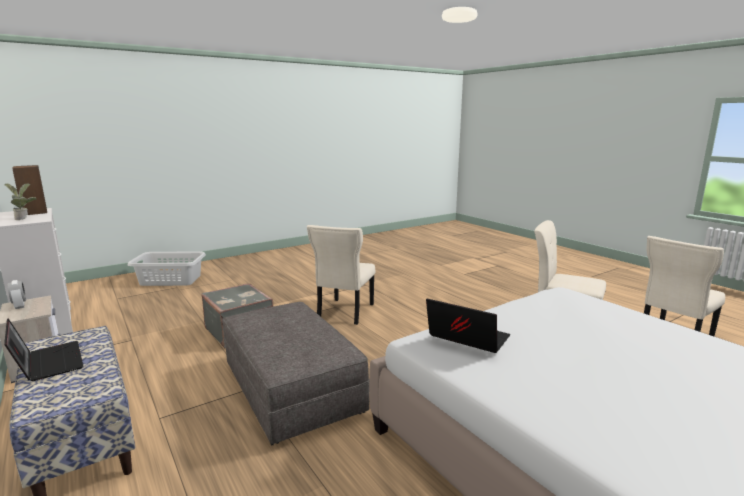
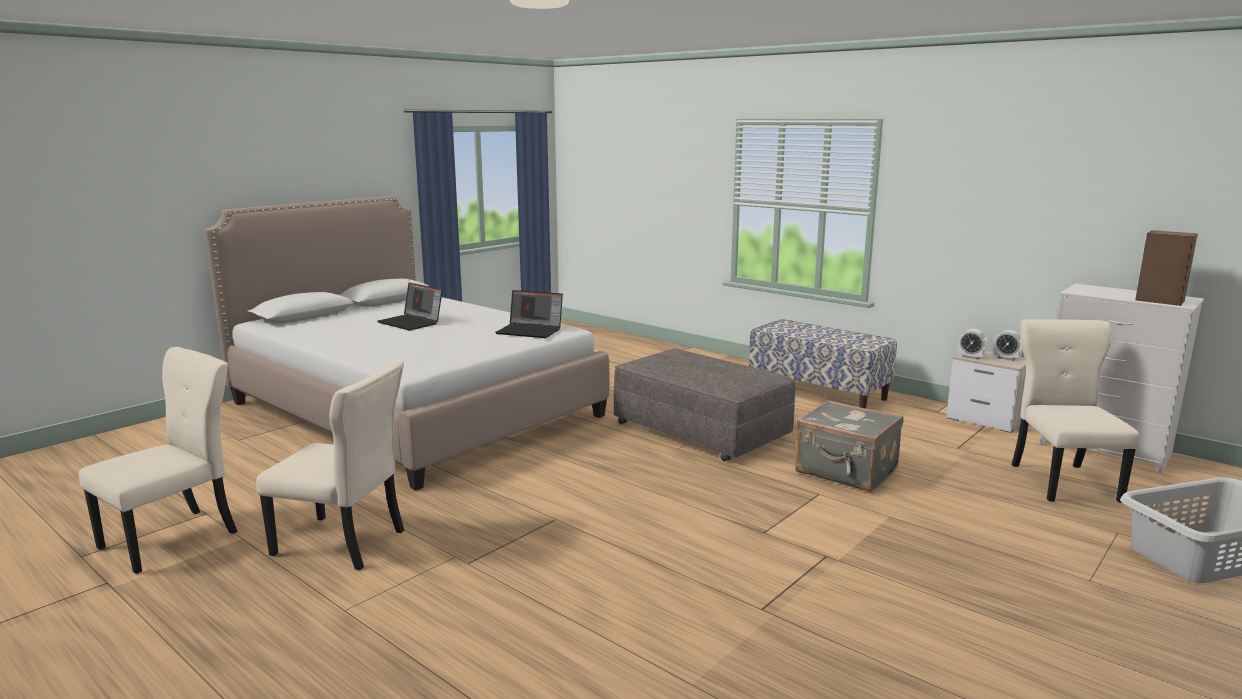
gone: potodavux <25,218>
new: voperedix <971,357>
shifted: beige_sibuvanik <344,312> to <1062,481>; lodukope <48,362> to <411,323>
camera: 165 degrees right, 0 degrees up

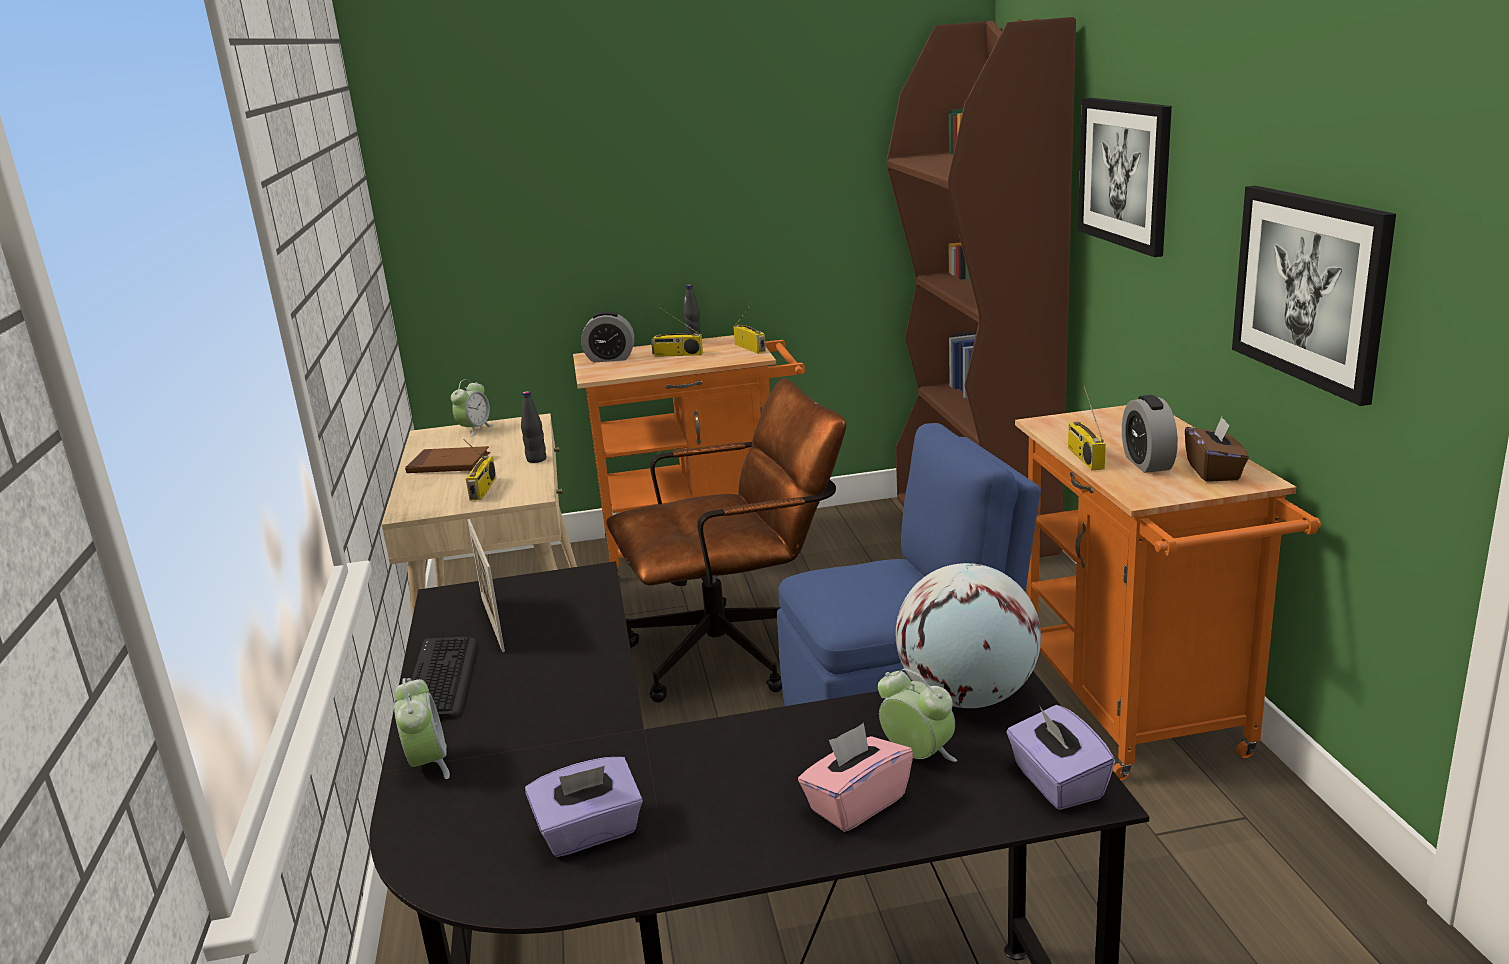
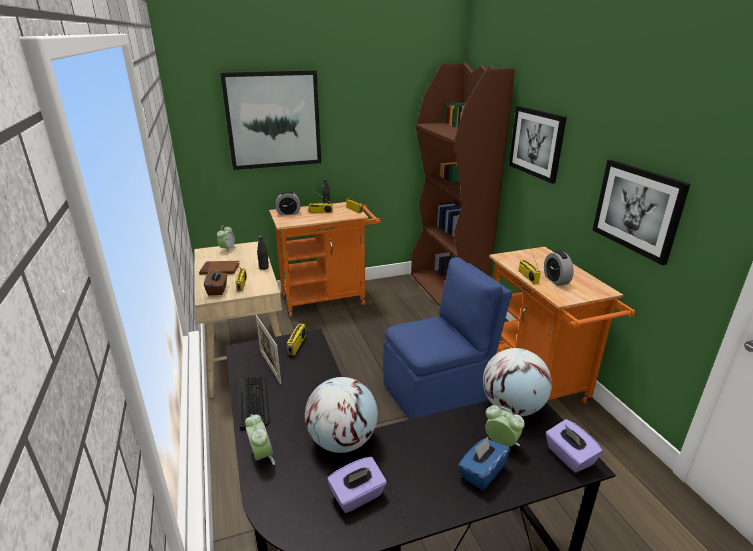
gone: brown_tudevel <737,651>
new: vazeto <273,120>; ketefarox <297,345>; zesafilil <342,441>
shifted: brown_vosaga <1214,471> to <218,290>
repainted: pink_vosaga <856,803> to blue_vosaga <482,472>
camera: 10 degrees left, 5 degrees up

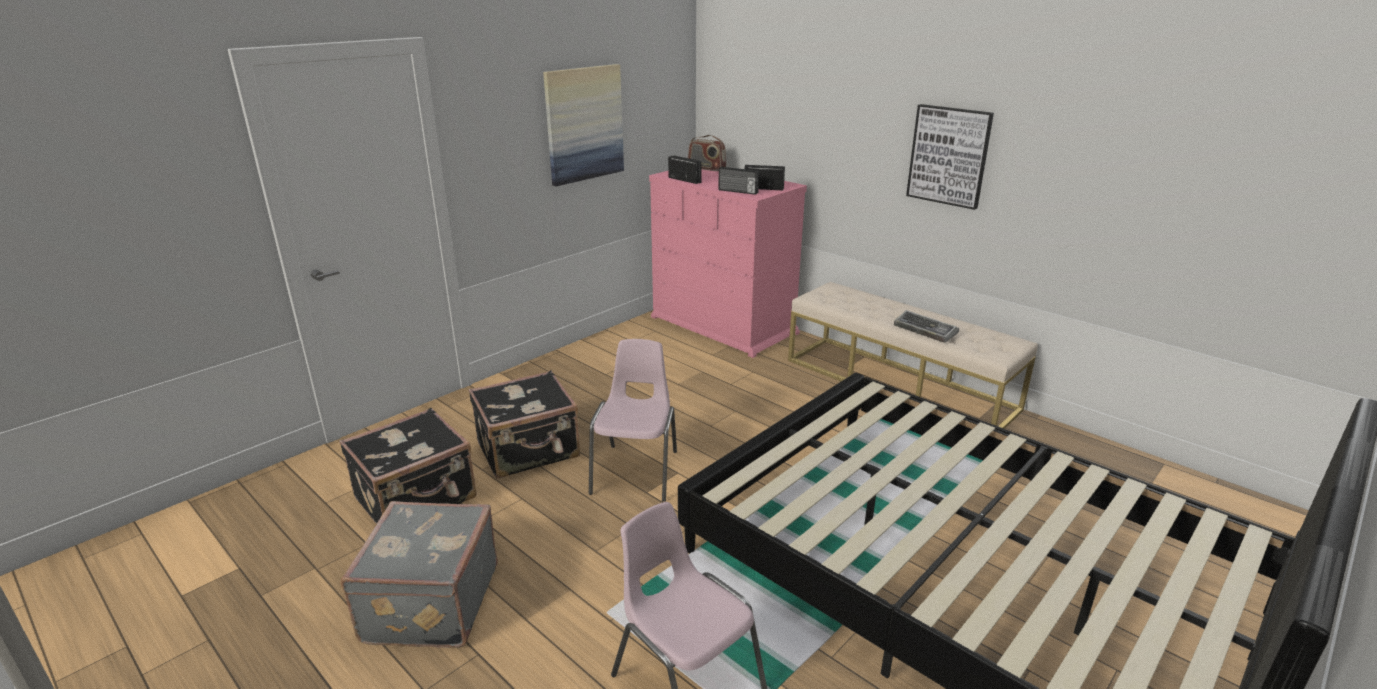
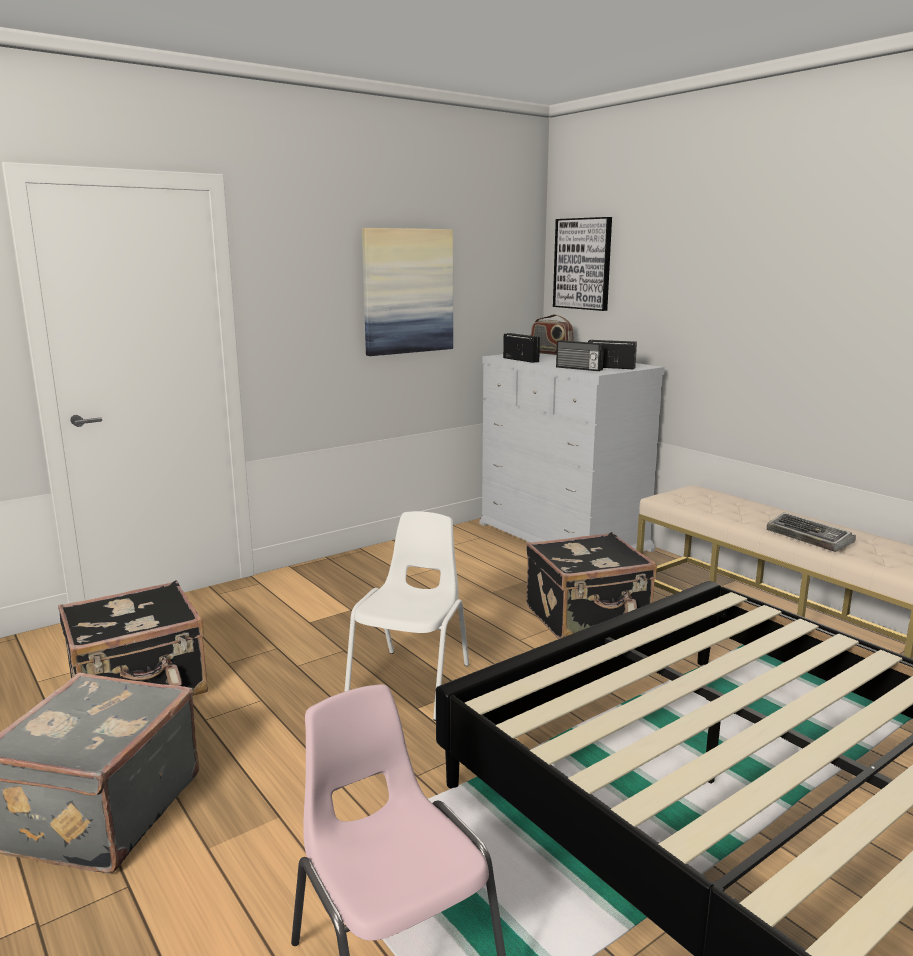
shifted: vazeto <949,156> to <583,264>; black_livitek <529,450> to <588,618>
repainted: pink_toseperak <723,325> to white_toseperak <563,536>; pink_sibuvanik <636,471> to white_sibuvanik <412,683>
camera: 10 degrees right, 10 degrees down

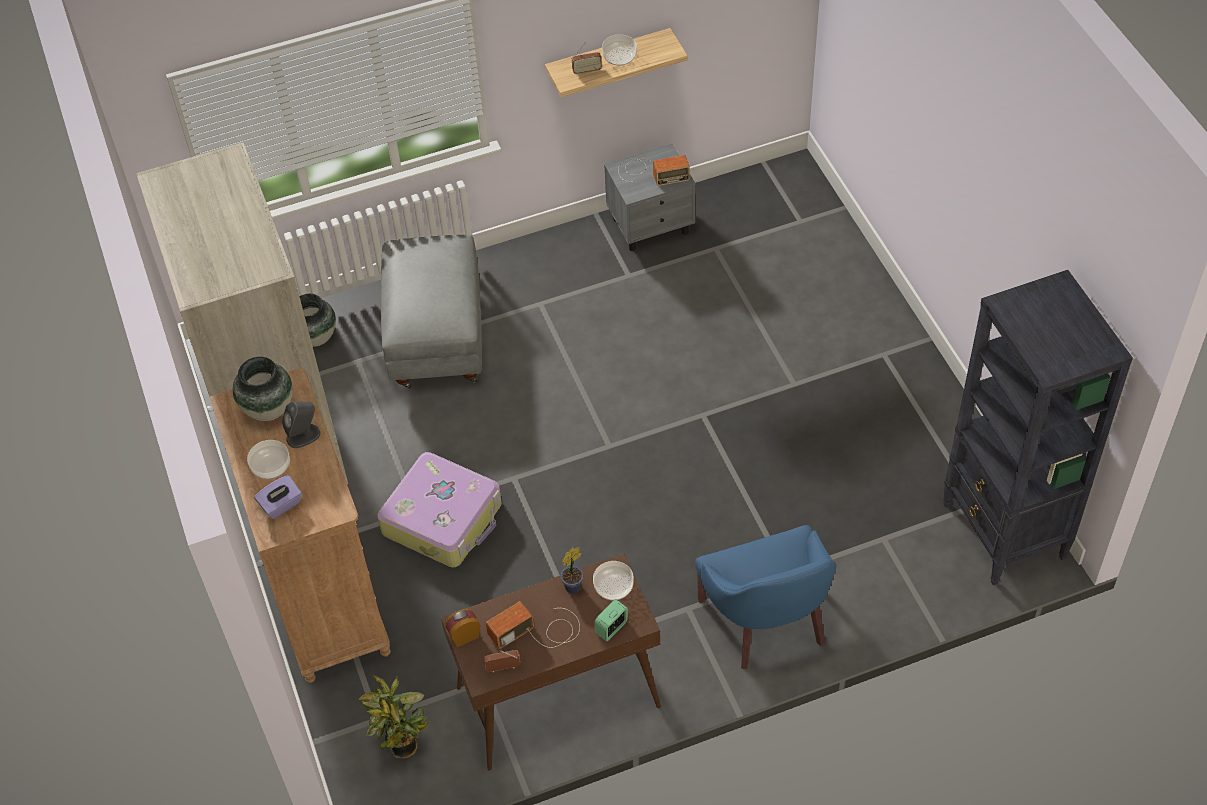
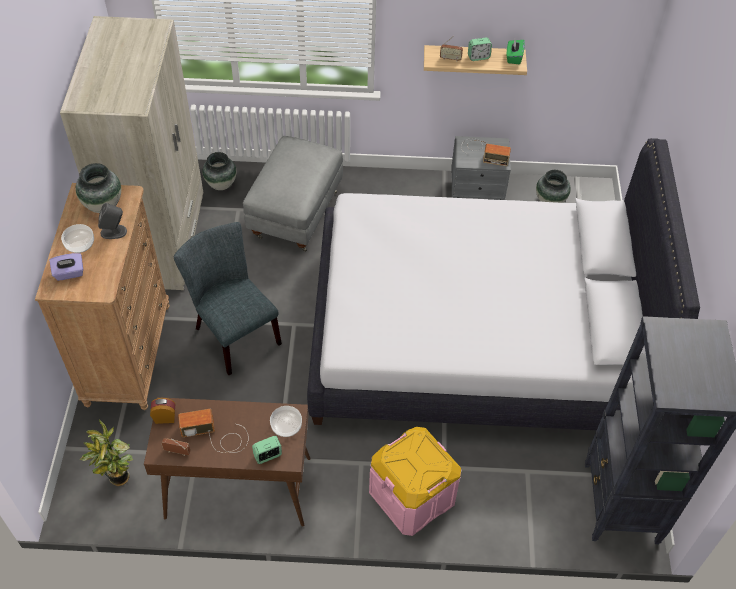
gone: potodavux <575,586>
new: green_vosaga <514,57>; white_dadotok <474,337>; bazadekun <550,201>
swapped: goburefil <619,57> to voperedix <478,57>; livitek <444,519> to grey_sibuvanik <233,333>; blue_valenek <767,621> to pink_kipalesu <412,496>
camera: 20 degrees right, 0 degrees up

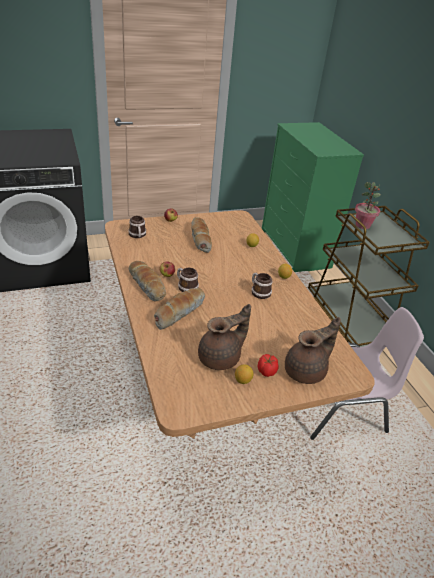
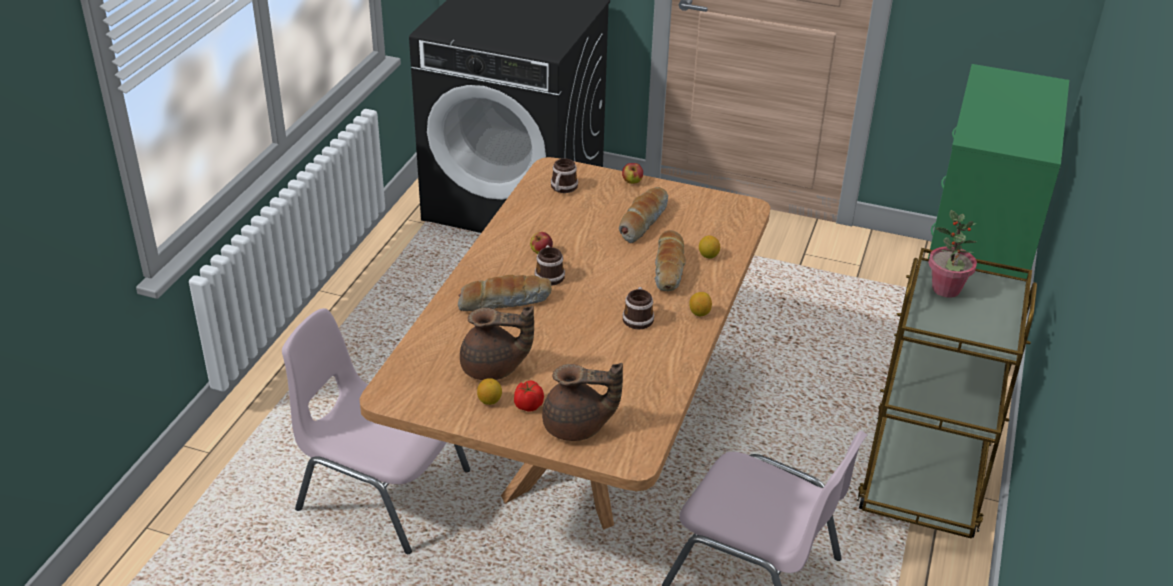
new: pink_sibuvanik <381,490>
shifted: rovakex <148,286> to <669,269>
camera: 40 degrees right, 0 degrees up

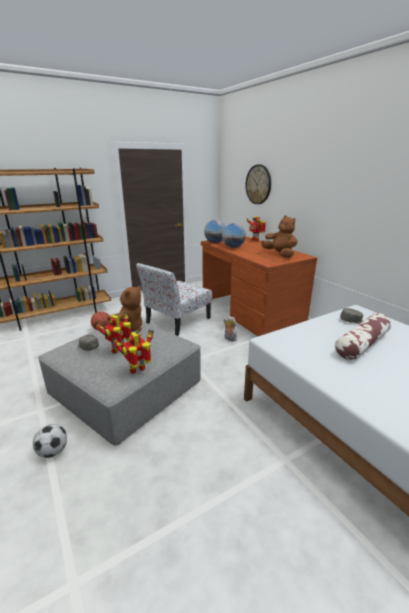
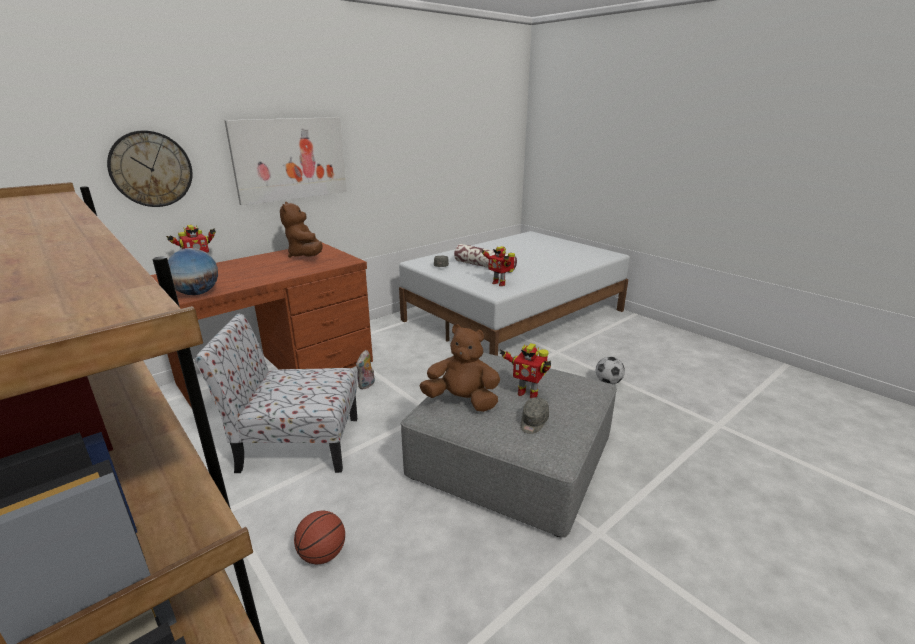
gone: zesafilil <233,247>
new: vazeto <290,159>
shifted: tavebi <138,370> to <499,283>; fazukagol <53,451> to <608,382>
rotated: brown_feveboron <279,254> = <306,256> 60 degrees counterclockwise; sibuvanik <177,321> = <296,444> 150 degrees clockwise
camera: 100 degrees left, 0 degrees up

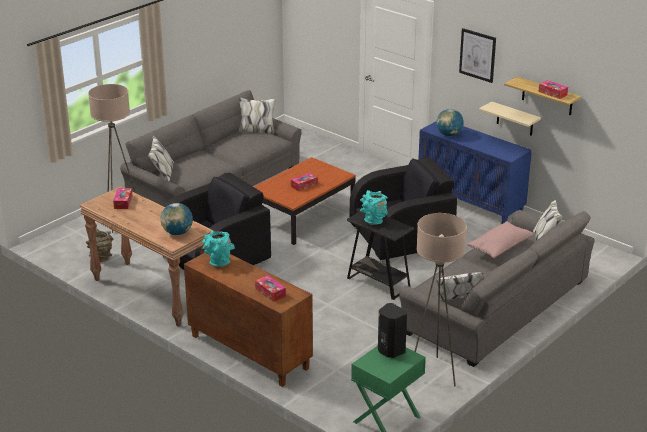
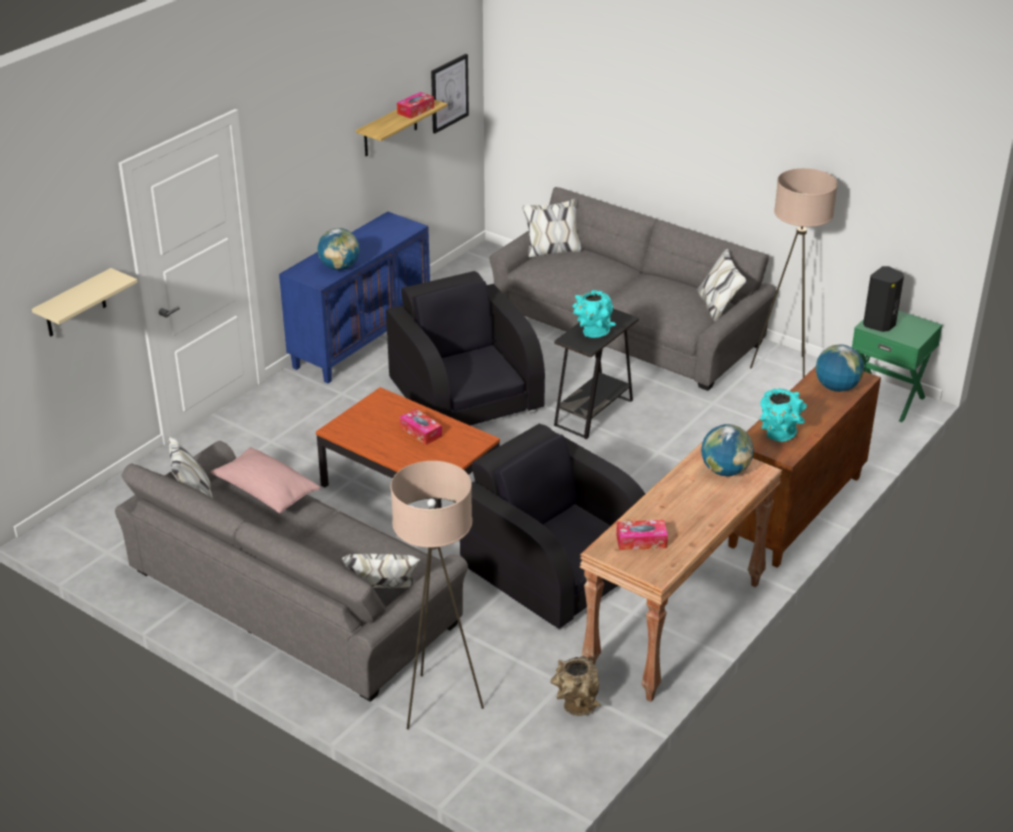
shifted: vazeto <477,55> to <449,93>; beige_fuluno <515,119> to <75,304>; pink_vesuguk <499,247> to <266,492>
swapped: vosaga <270,292> to zesafilil <836,387>
camera: 95 degrees left, 5 degrees up

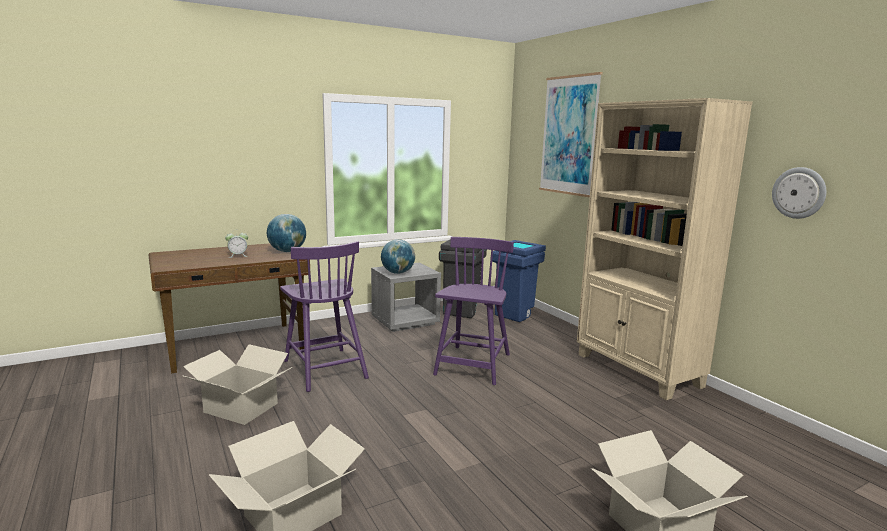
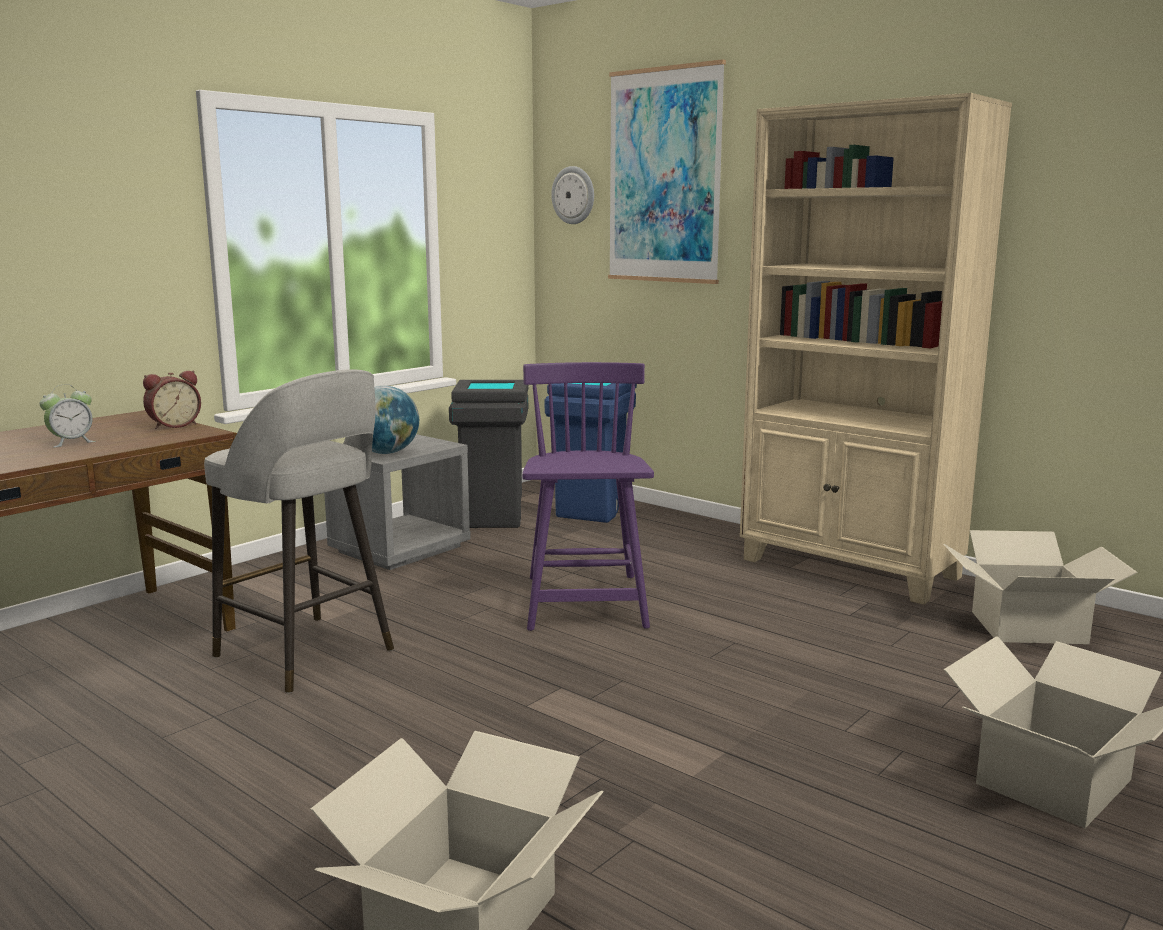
shifted: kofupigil <799,193> to <573,195>; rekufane <241,407> to <1027,627>
swapped: zesafilil <287,251> to voperedix <173,425>; purple_sibuvanik <324,368> to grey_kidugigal <307,654>
camera: 20 degrees left, 0 degrees up

